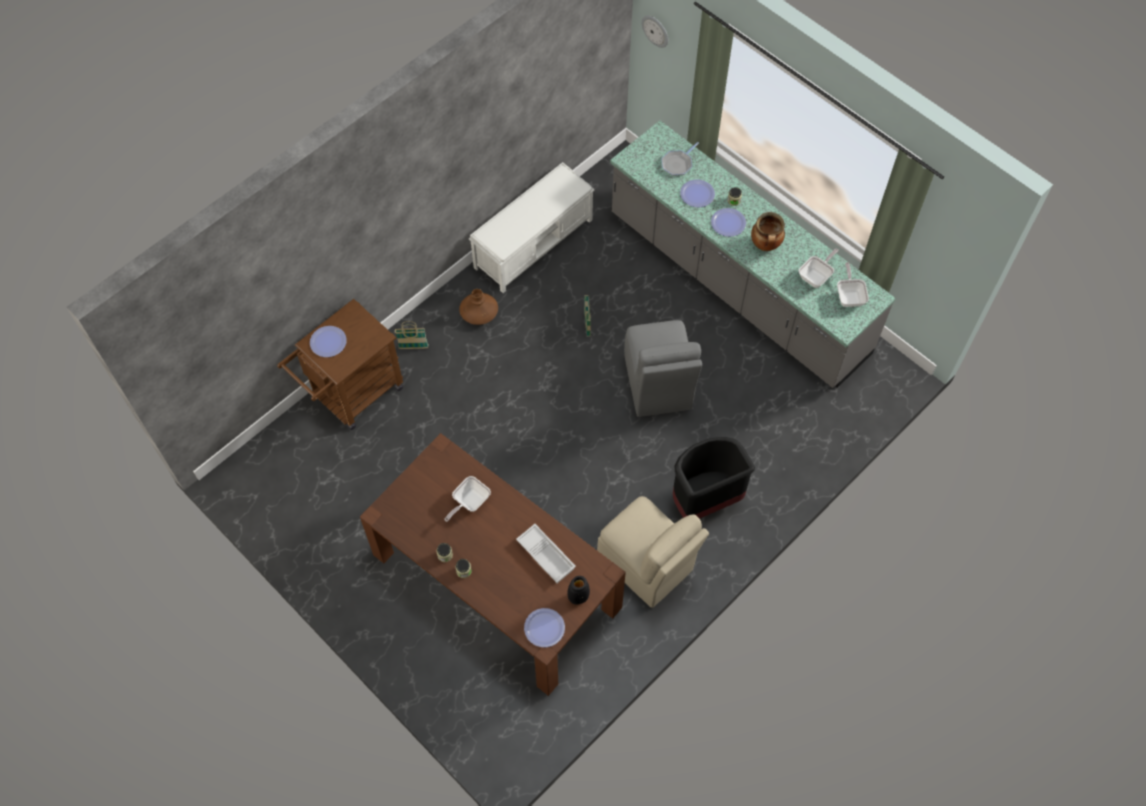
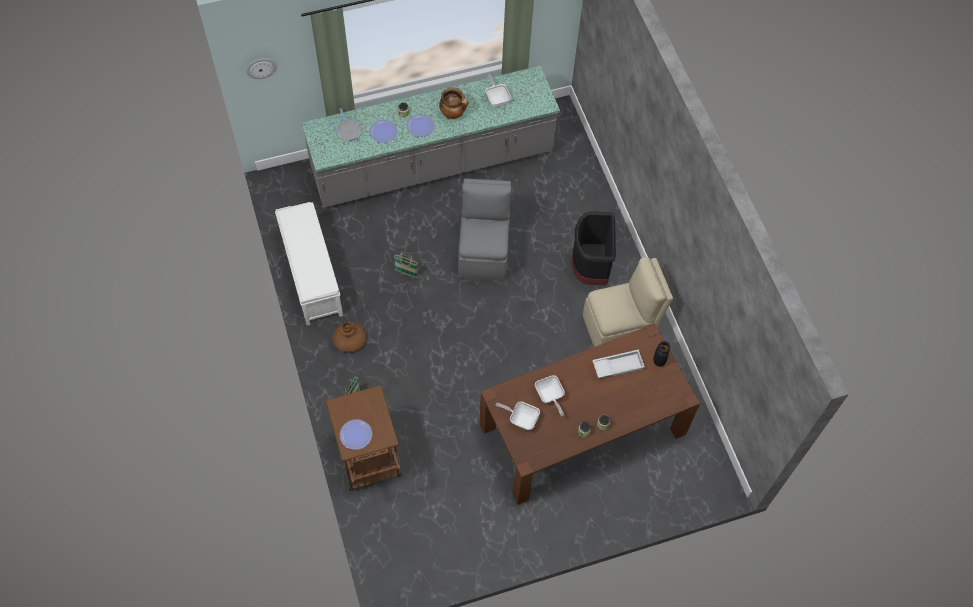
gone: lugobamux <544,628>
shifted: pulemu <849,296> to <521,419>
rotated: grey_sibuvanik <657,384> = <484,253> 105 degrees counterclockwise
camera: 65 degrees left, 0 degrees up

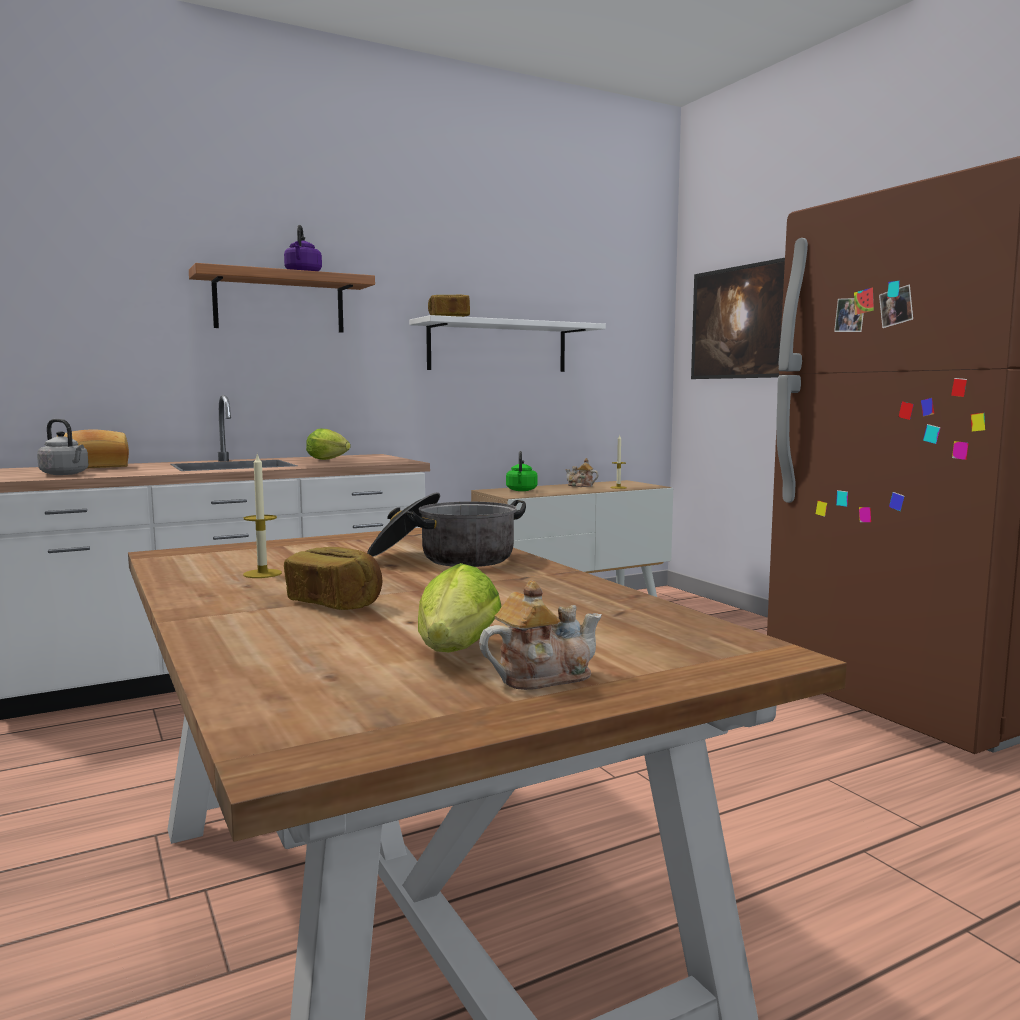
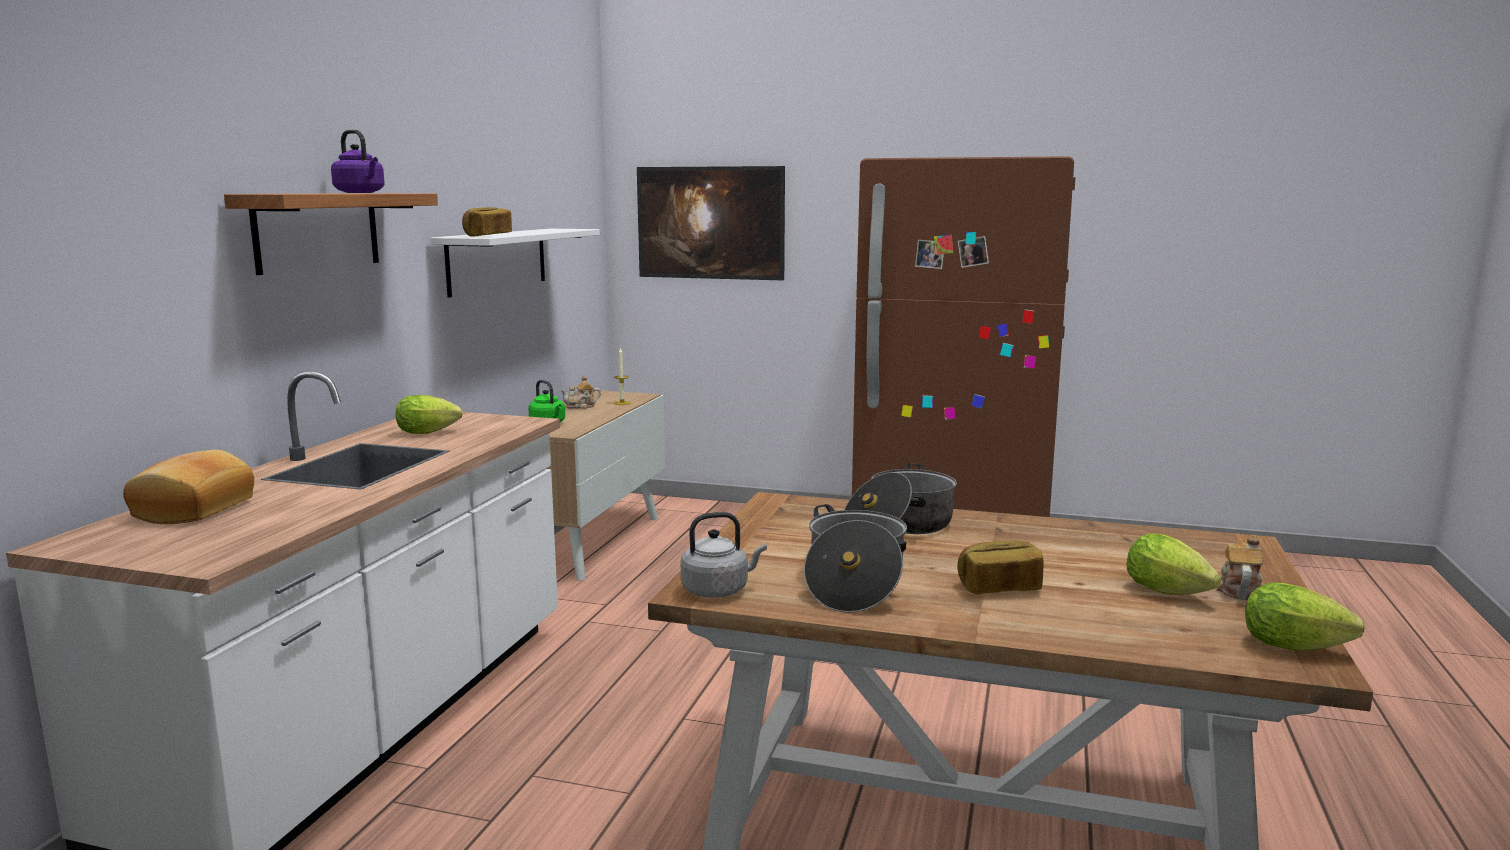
new: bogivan <1300,648>
shifted: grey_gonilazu <66,474> to <718,590>
swapped: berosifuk <262,574> to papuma <854,582>
camera: 45 degrees left, 5 degrees up

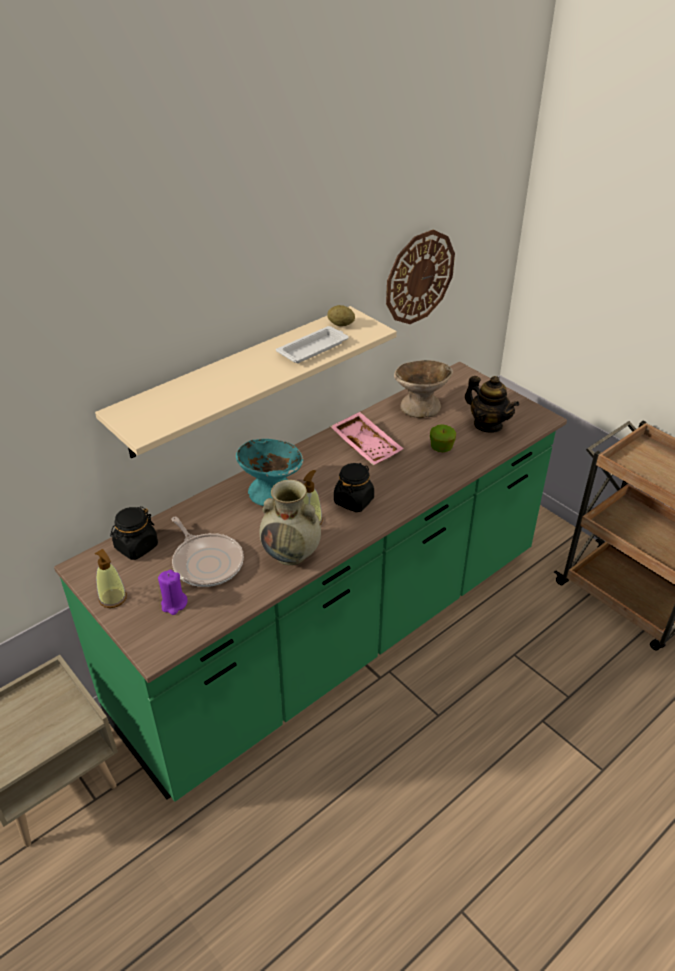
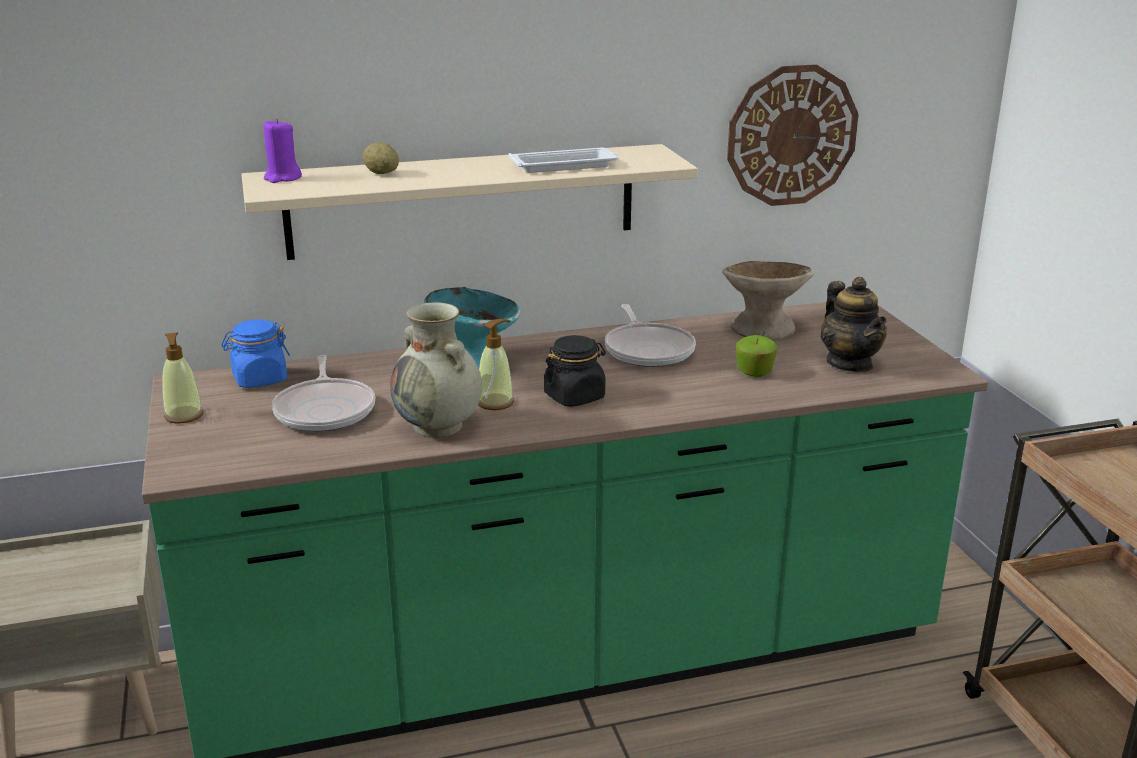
shifted: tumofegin <341,325> to <381,173>; purple_berosifuk <174,604> to <282,178>
swapped: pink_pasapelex <367,445> to pulemu <648,350>
repainted: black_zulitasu <136,547> to blue_zulitasu <259,379>
camera: 25 degrees right, 15 degrees down

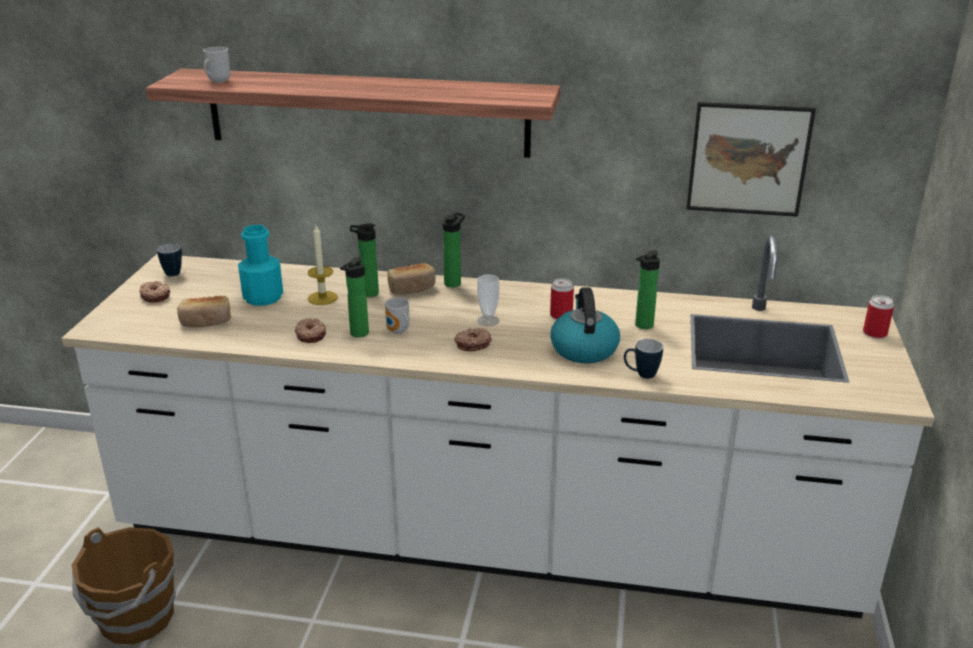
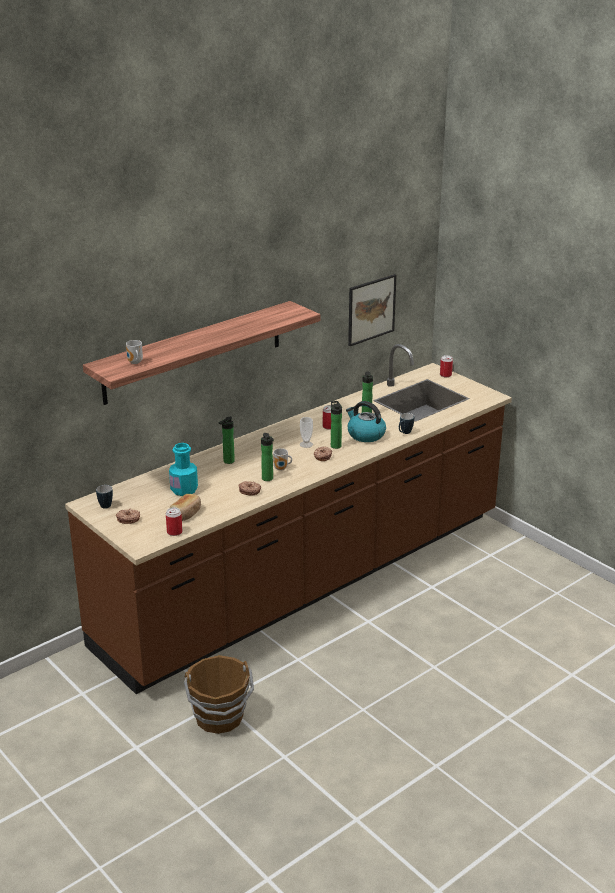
gone: berosifuk <322,298>; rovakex <412,288>
new: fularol <174,532>
shifted: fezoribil <454,283> to <335,445>
repainted: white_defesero <486,535> to brown_defesero <307,580>
camera: 50 degrees left, 0 degrees up

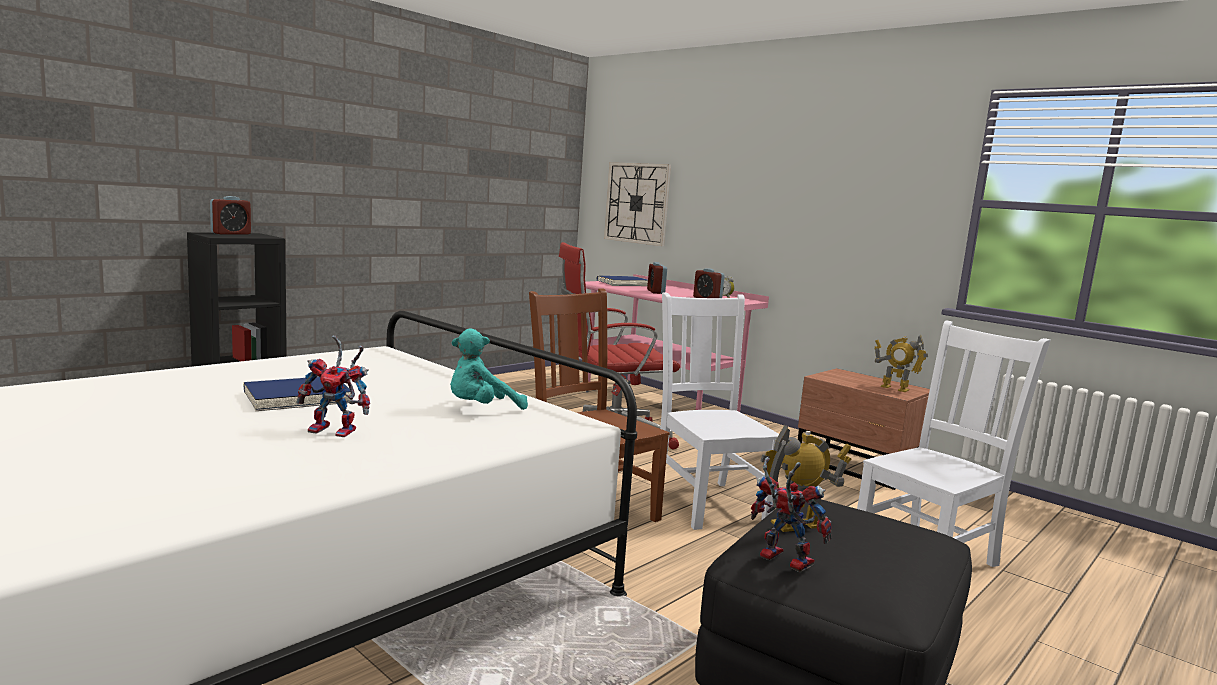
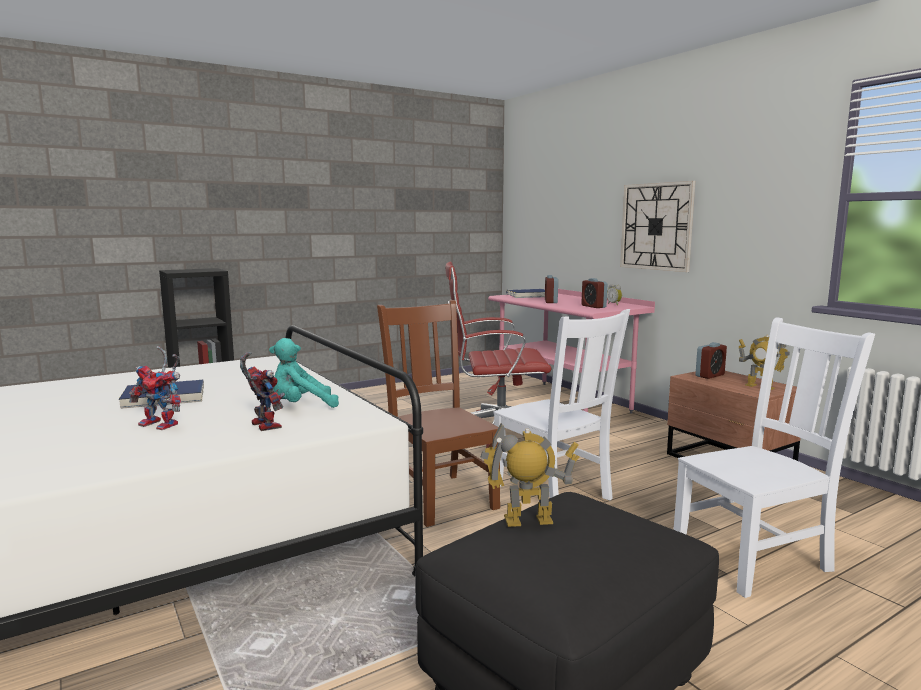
shifted: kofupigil <637,203> to <656,226>; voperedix <231,233> to <710,375>; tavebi <780,559> to <262,425>
rotated: white_sibuvanik <707,502> = <554,494> 150 degrees clockwise
camera: 15 degrees right, 0 degrees up

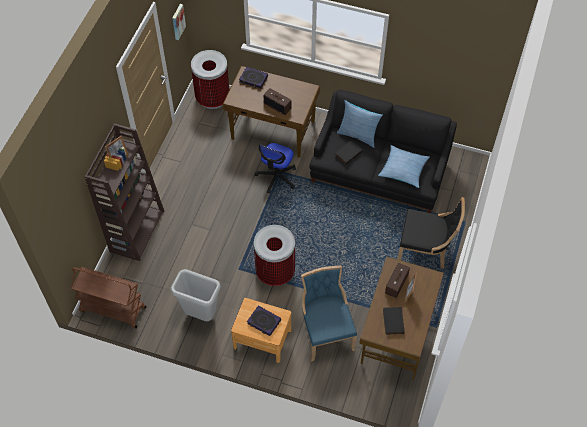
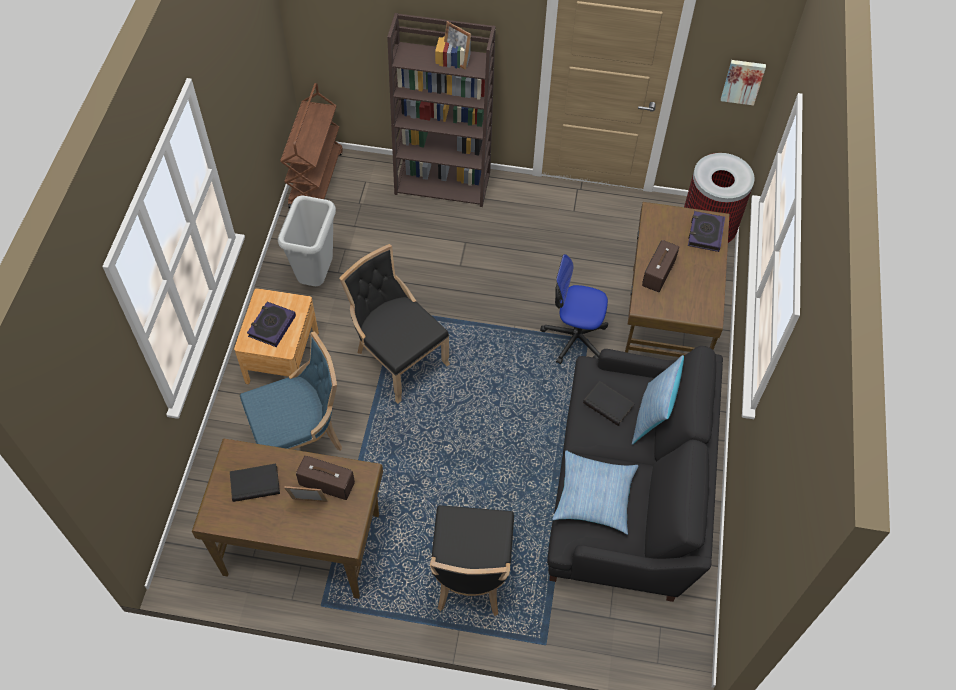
swapped: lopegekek <275,272> to black_sibuvanik <398,358>
camera: 80 degrees right, 0 degrees up

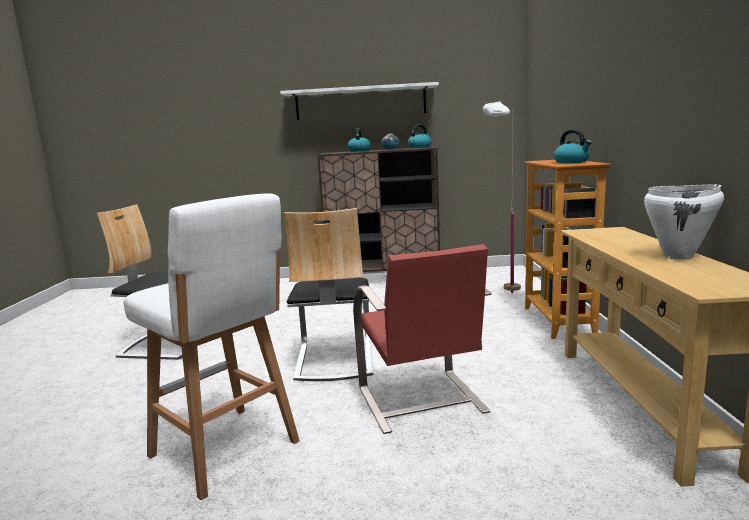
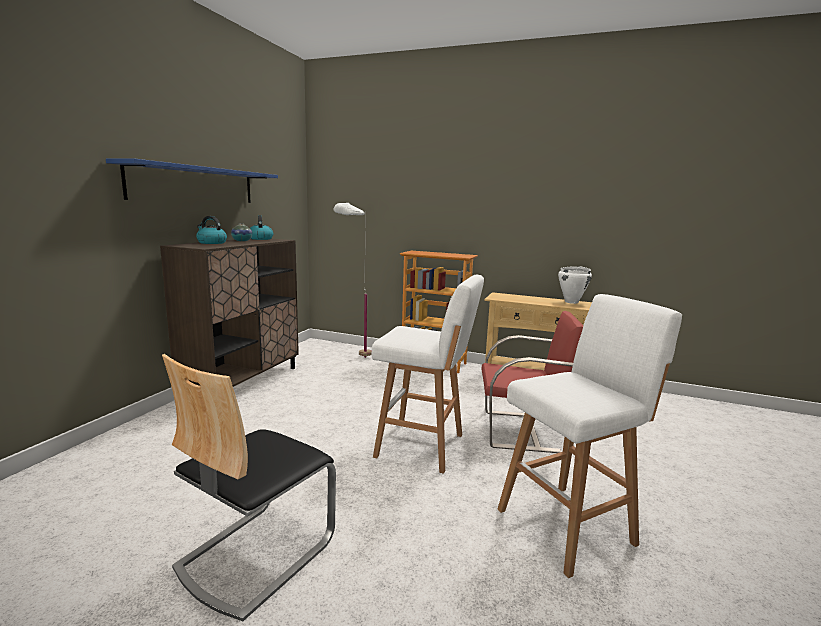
gone: gonilazu <572,162>
swapped: sibuvanik <334,359> to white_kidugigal <423,446>
repainted: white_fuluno <360,102> to blue_fuluno <195,184>
camera: 70 degrees left, 0 degrees up

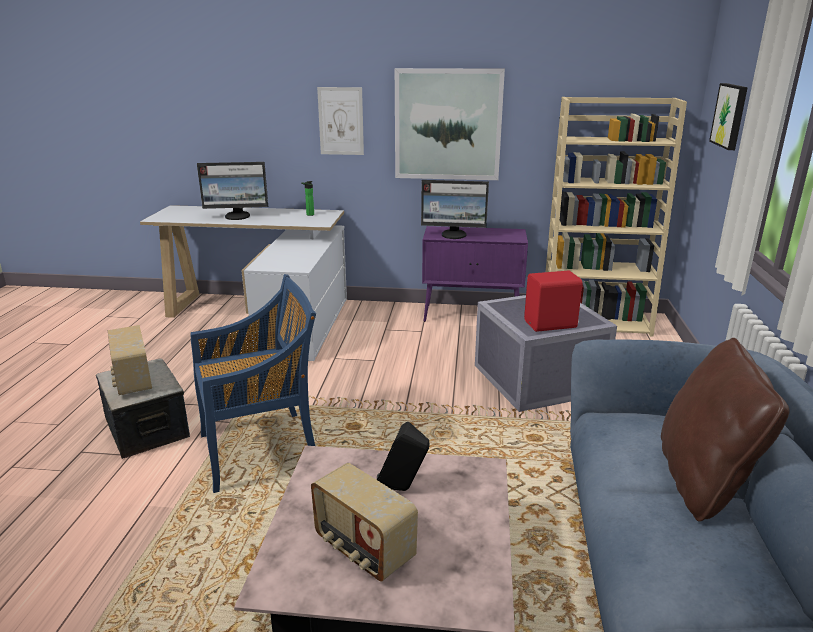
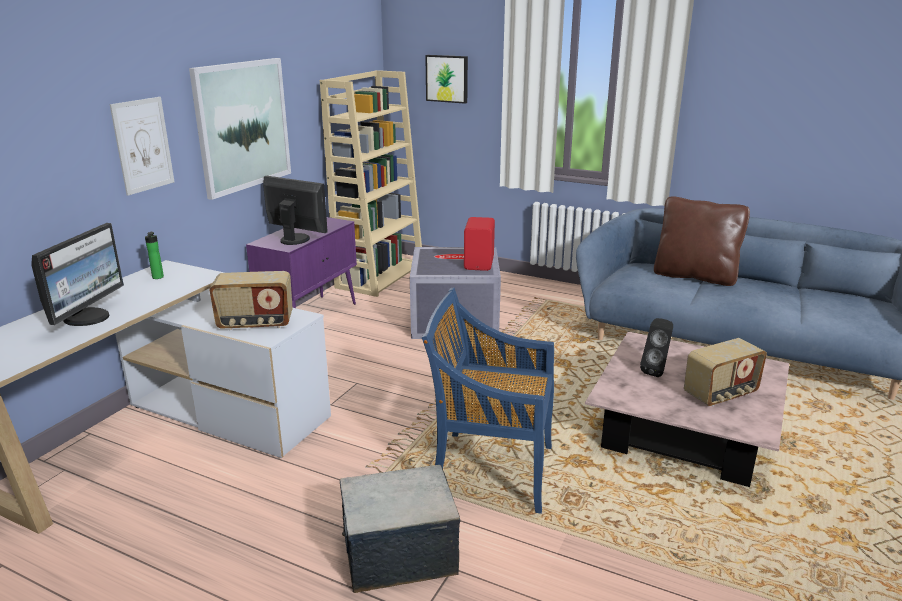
shifted: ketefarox <132,381> to <255,324>
rotated: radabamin <454,235> = <295,239> 90 degrees counterclockwise; blue_sibuvanik <262,450> = <490,470> 75 degrees counterclockwise
camera: 70 degrees left, 0 degrees up

